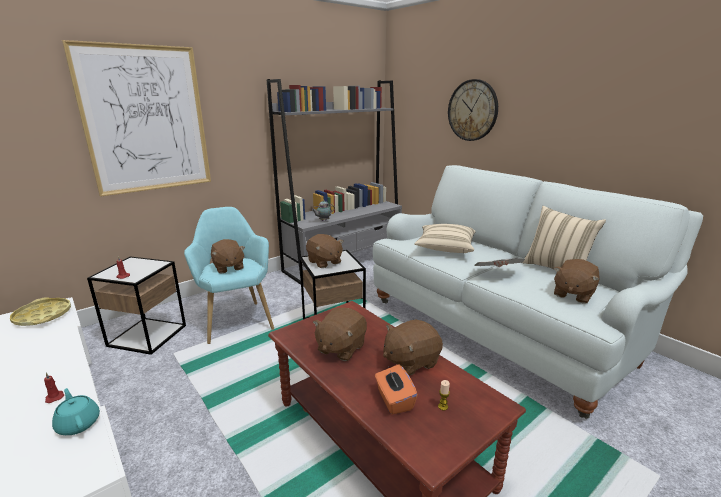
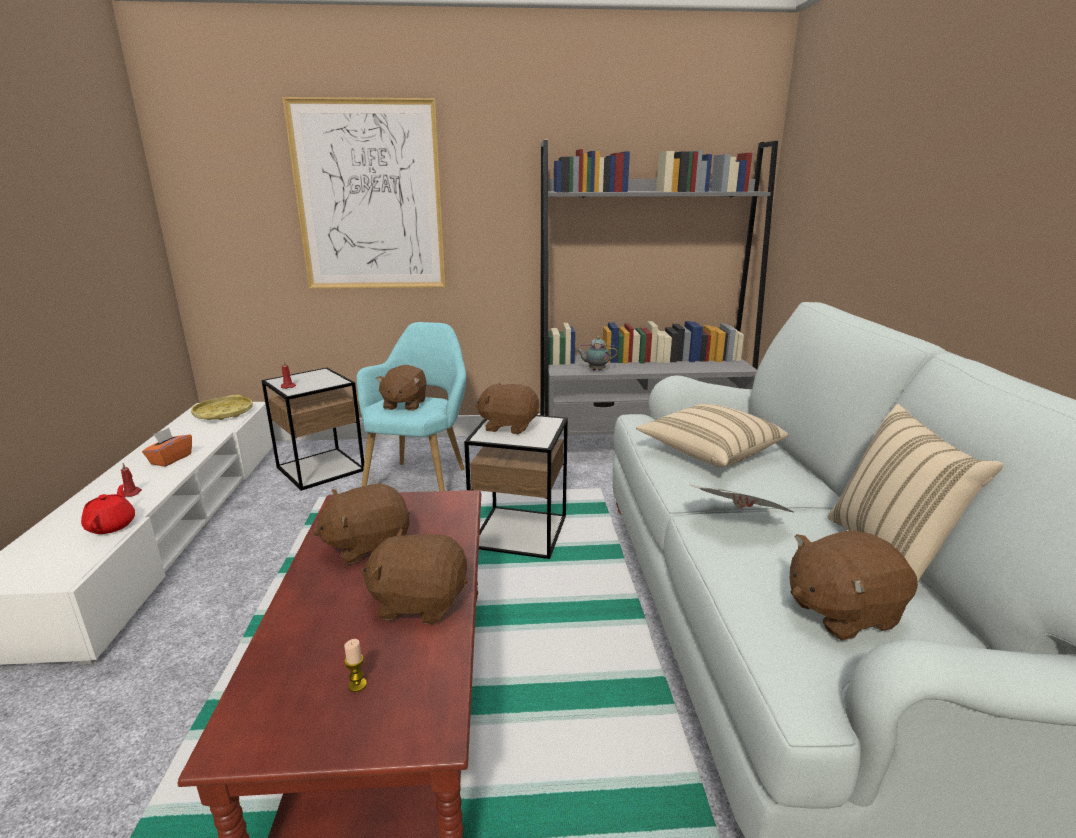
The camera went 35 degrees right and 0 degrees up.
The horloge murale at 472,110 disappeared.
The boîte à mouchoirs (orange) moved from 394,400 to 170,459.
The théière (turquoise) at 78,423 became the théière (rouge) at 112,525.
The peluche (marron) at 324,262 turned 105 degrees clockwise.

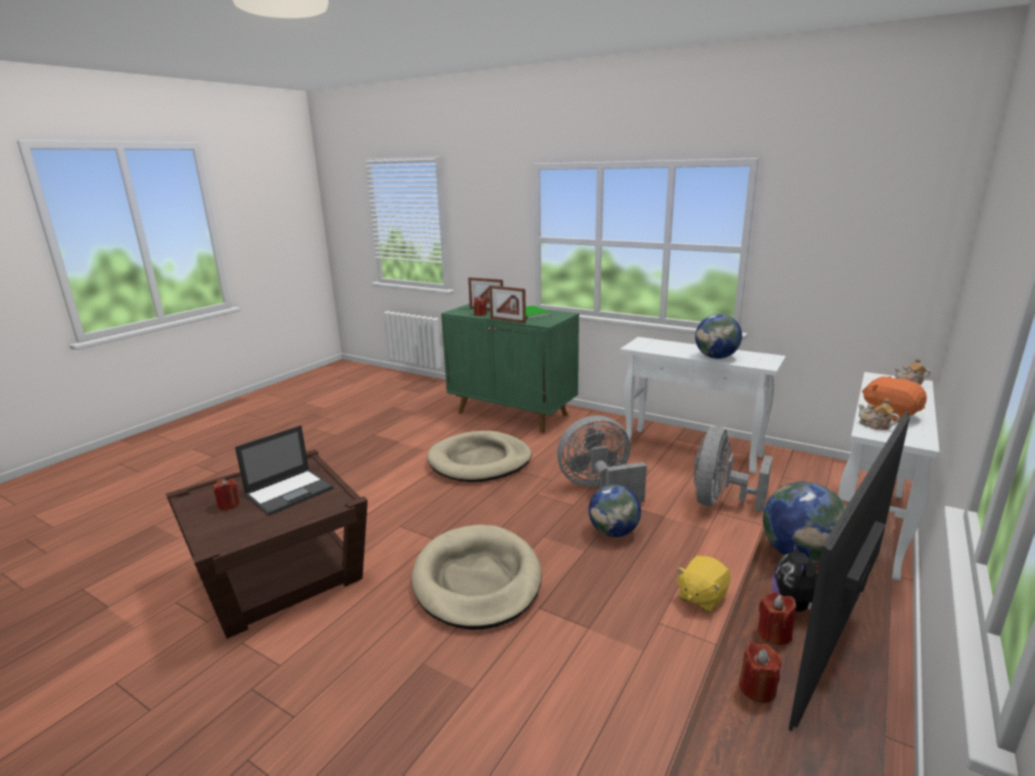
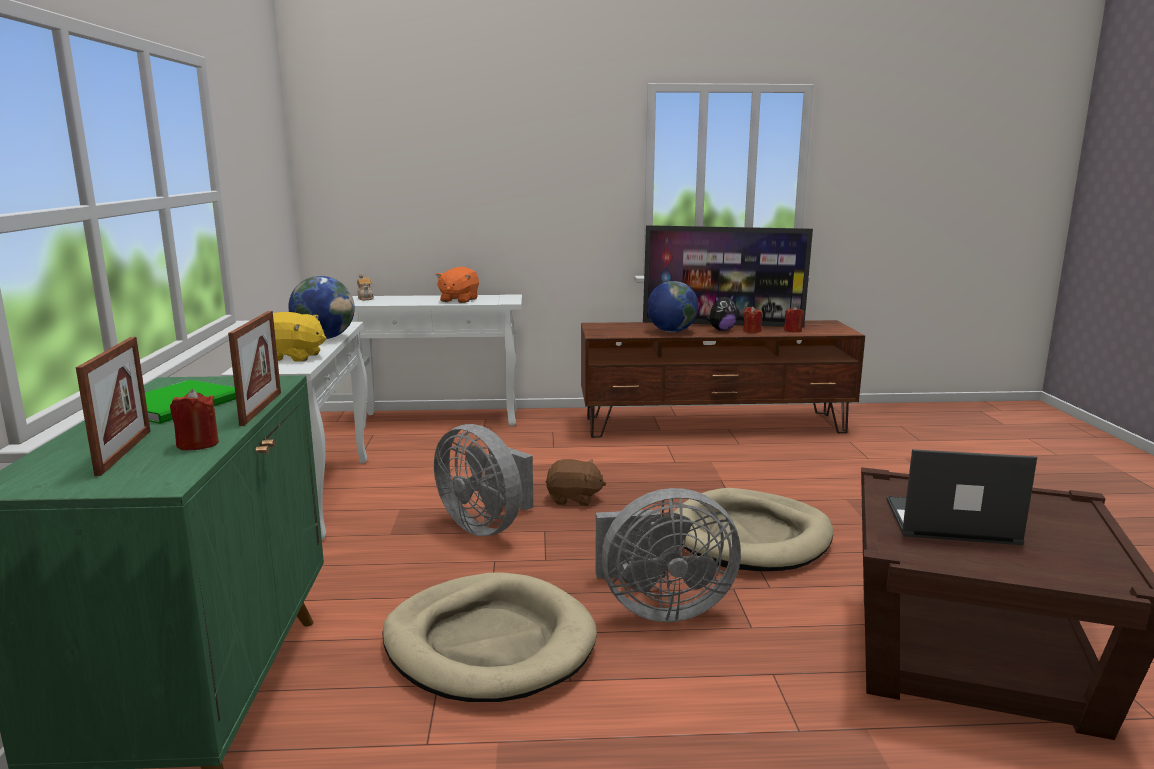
The camera went 125 degrees left and 5 degrees down.
The bougie (rouge) at 228,505 disappeared.
The théière at 874,425 disappeared.
The peluche (jaune) moved from 701,597 to 293,357.
The ventilateur (gris) moved from 719,501 to 660,608.
The globe at 614,532 was replaced by the peluche (marron) at 574,499.

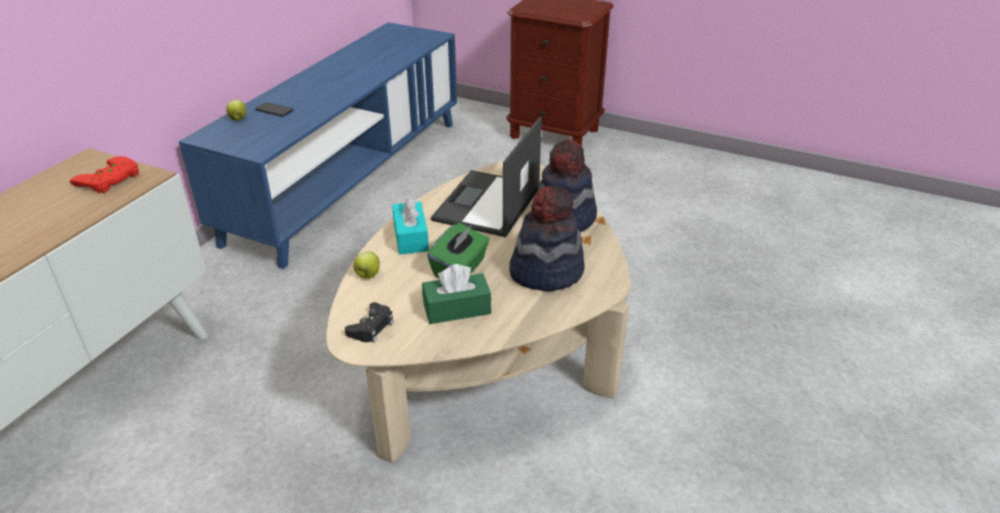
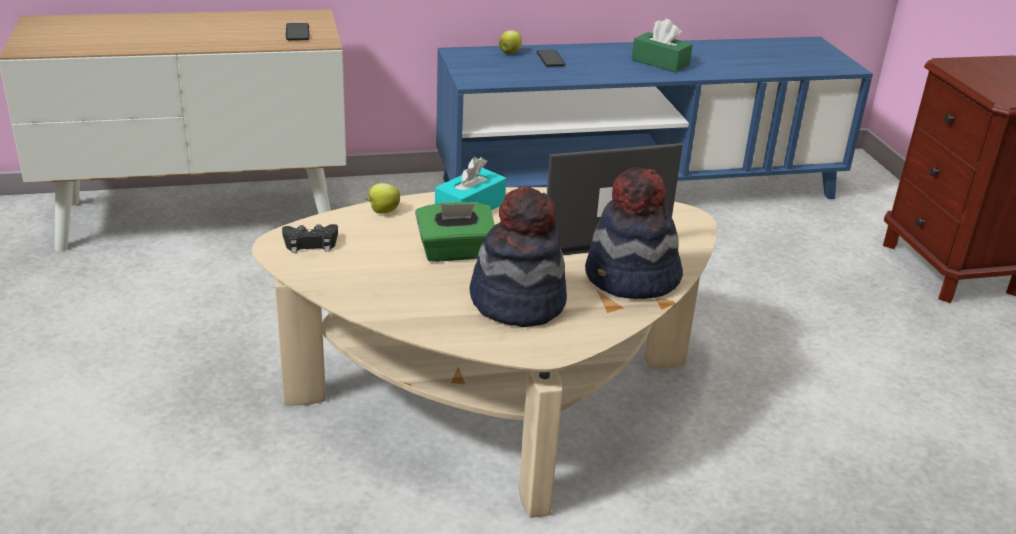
The camera went 50 degrees right and 5 degrees down.
The boîte à mouchoirs (vert) moved from 457,309 to 660,62.
The manette (rouge) at 110,180 was replaced by the téléphone at 297,33.

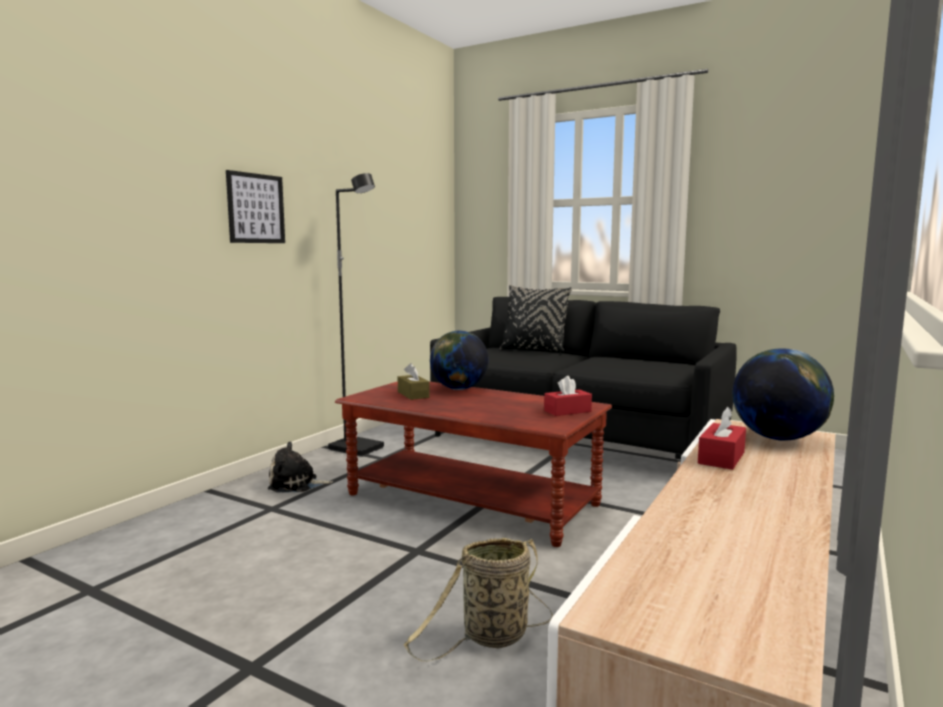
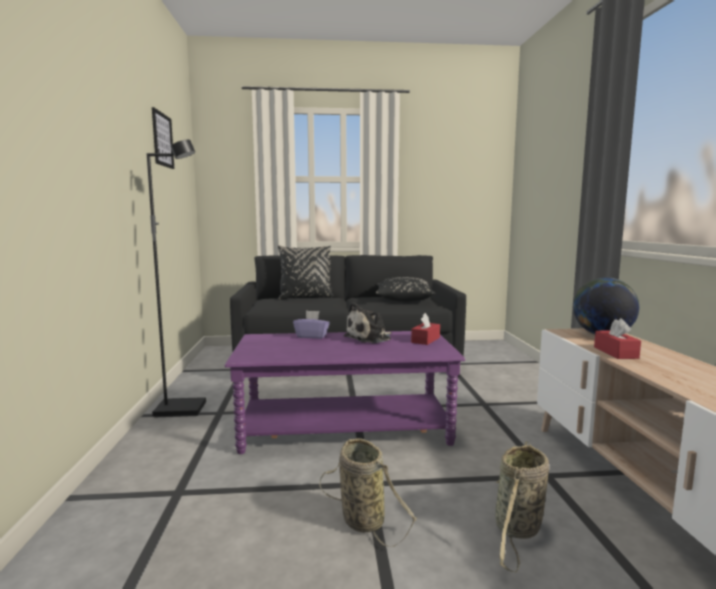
The camera went 35 degrees left and 0 degrees up.
The boîte à mouchoirs (marron) at 413,394 disappeared.
The panier at 360,518 appeared.
The coussin (noir) at 403,299 appeared.
The tableau moved from 256,208 to 162,140.
The peluche moved from 296,484 to 370,338.
The globe at 459,389 was replaced by the boîte à mouchoirs (violet) at 312,336.
The table basse (marron) at 472,500 became the table basse (violet) at 345,428.

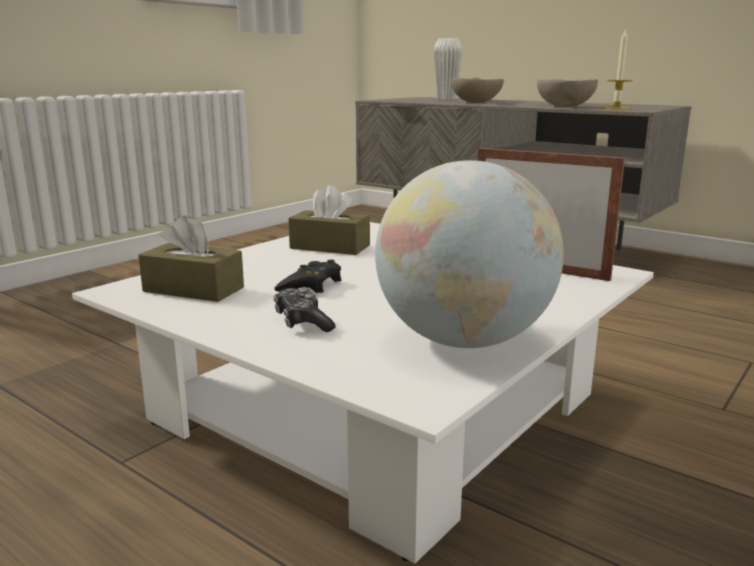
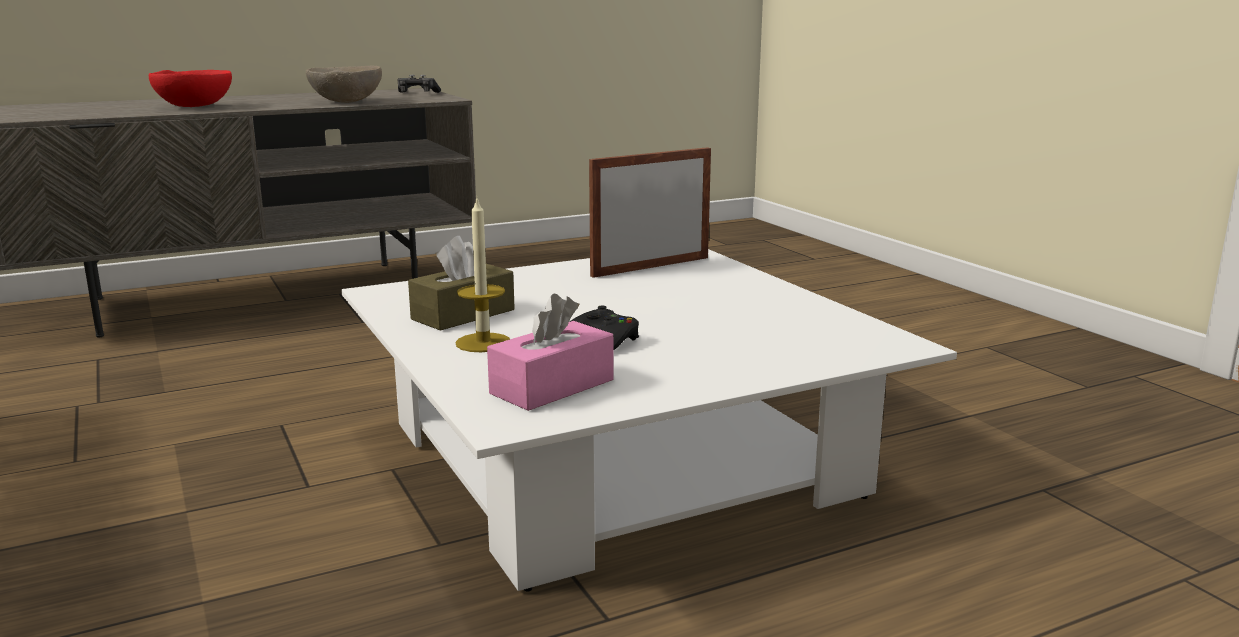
The camera went 65 degrees left and 0 degrees up.
The globe at 463,340 disappeared.
The vase (blanc) at 446,99 disappeared.
The manette moved from 302,322 to 417,93.
The bougie moved from 616,108 to 483,343.
The boîte à mouchoirs (marron) at 193,289 became the boîte à mouchoirs (rose) at 552,387.
The bol (beige) at 476,102 became the bol (rouge) at 195,106.

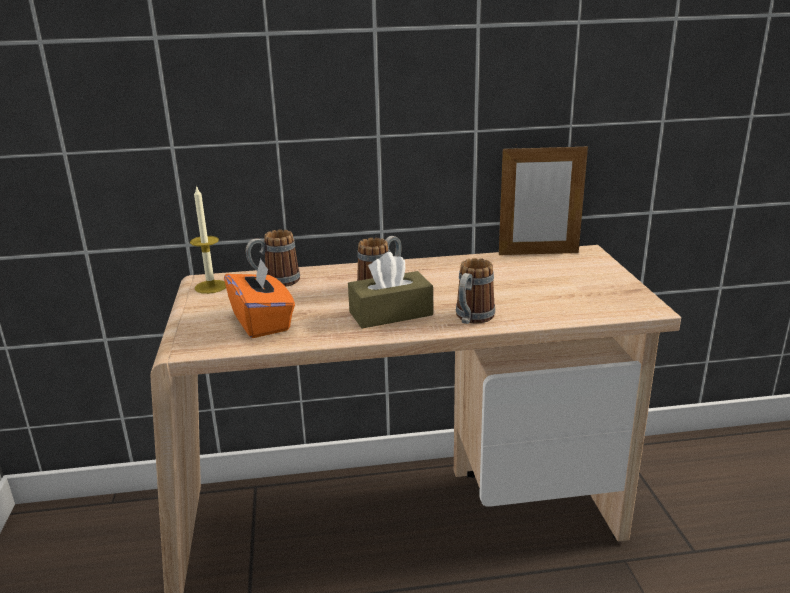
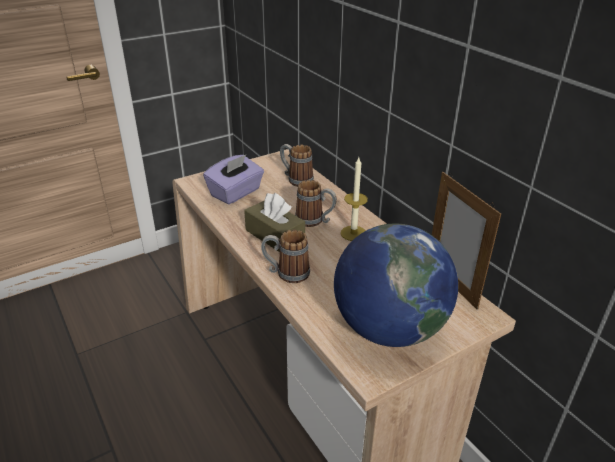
The camera went 65 degrees right and 10 degrees up.
The globe at 389,328 appeared.
The bougie moved from 211,287 to 353,233.
The boîte à mouchoirs (orange) at 262,322 became the boîte à mouchoirs (violet) at 236,193.

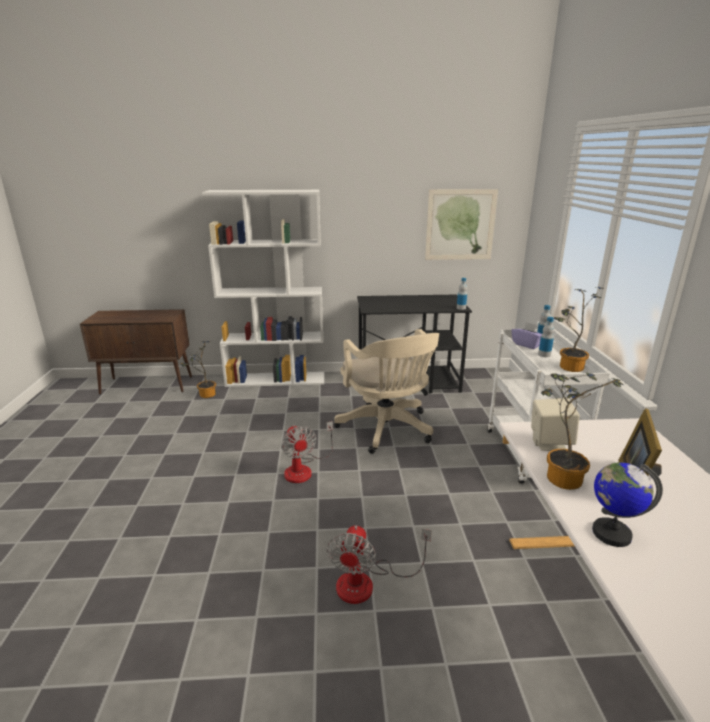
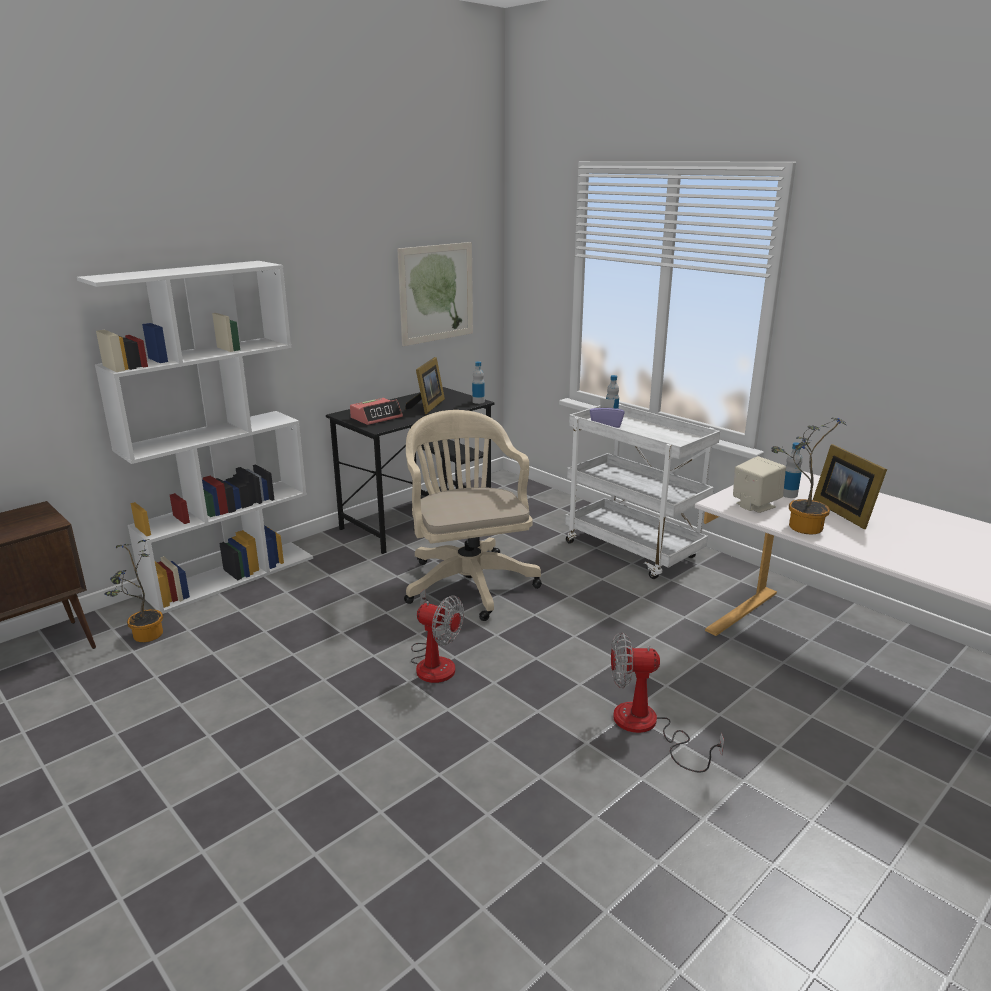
The camera went 40 degrees left and 0 degrees up.
The plante en pot at 568,368 disappeared.
The globe at 611,533 disappeared.
The réveil at 376,417 appeared.
The cadre photo at 427,406 appeared.
The bouteille moved from 544,355 to 788,494.
The ventilateur at 367,583 turned 120 degrees clockwise.
The chaise de bureau (beige) at 387,430 turned 135 degrees counterclockwise.

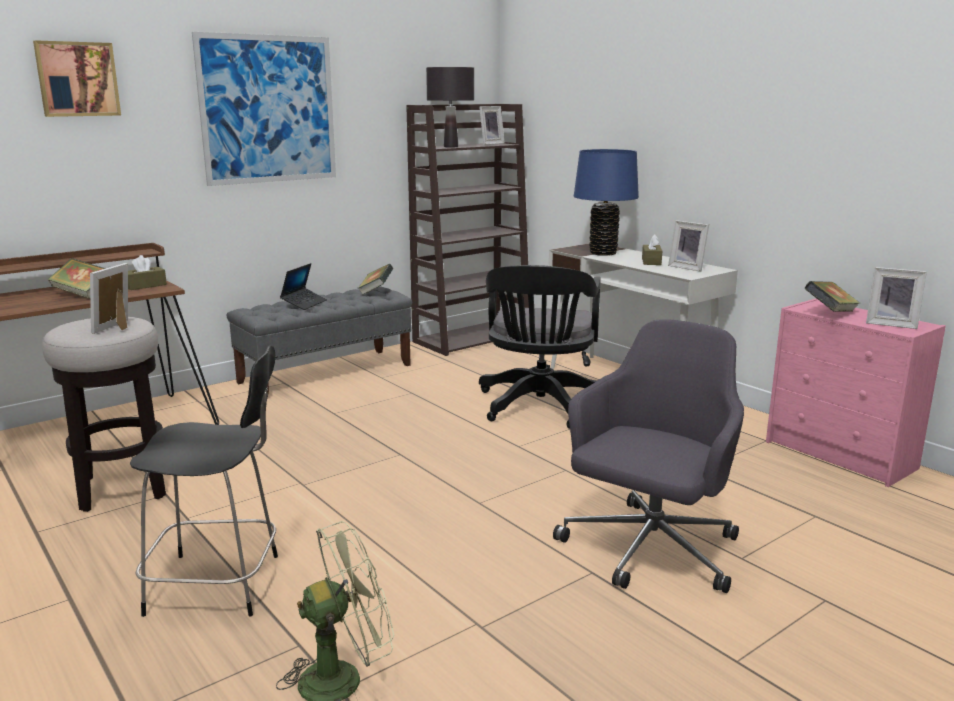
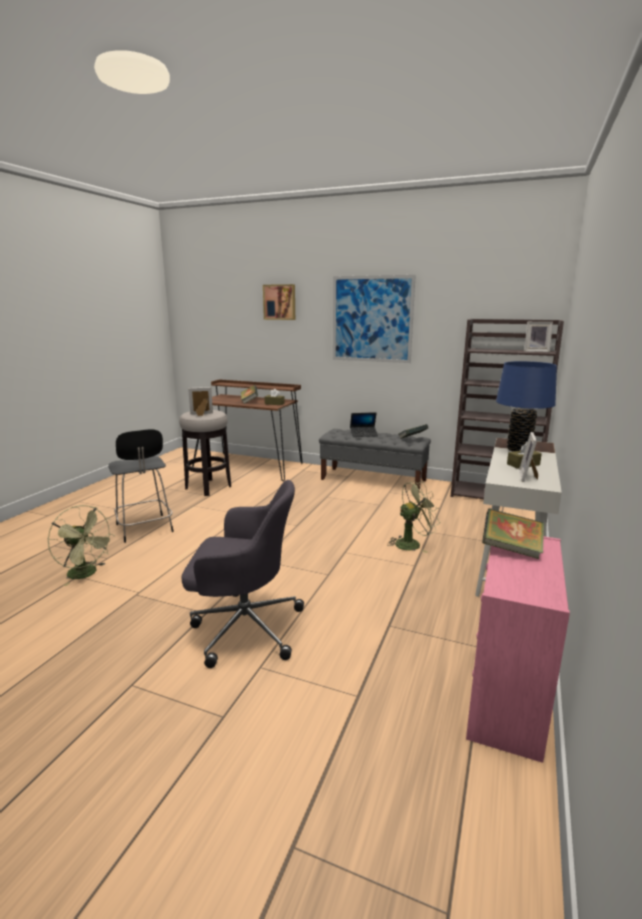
The camera went 60 degrees right and 0 degrees up.
The lampe de table (noir) at 451,147 disappeared.
The cadre photo at 891,324 disappeared.
The chaise de bureau (noir) at 539,407 was replaced by the ventilateur (vert) at 412,543.

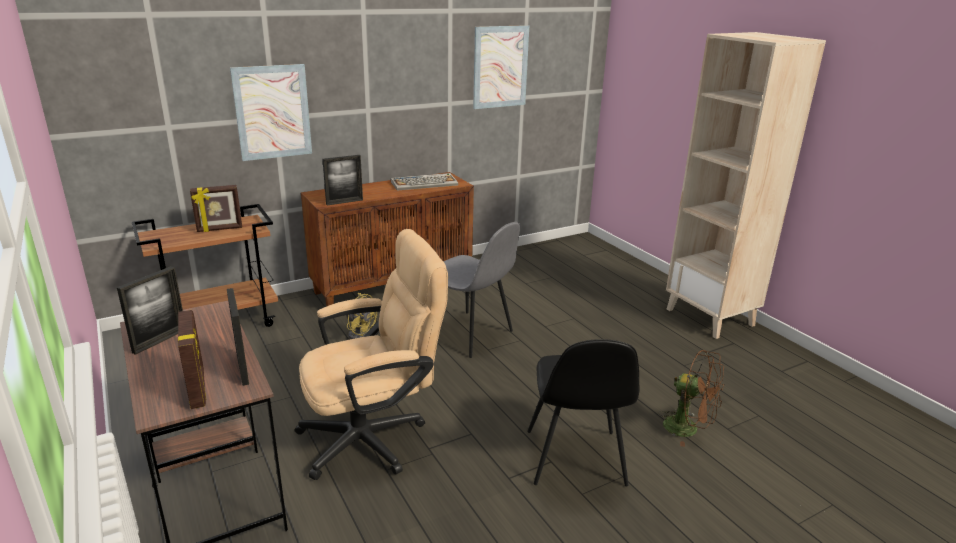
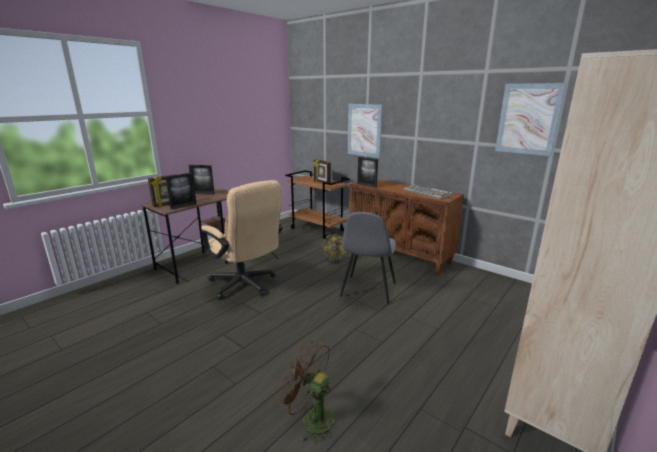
The camera went 70 degrees right and 5 degrees down.
The chaise (noir) at 575,459 disappeared.
The ventilateur (marron) at 688,429 turned 105 degrees clockwise.

